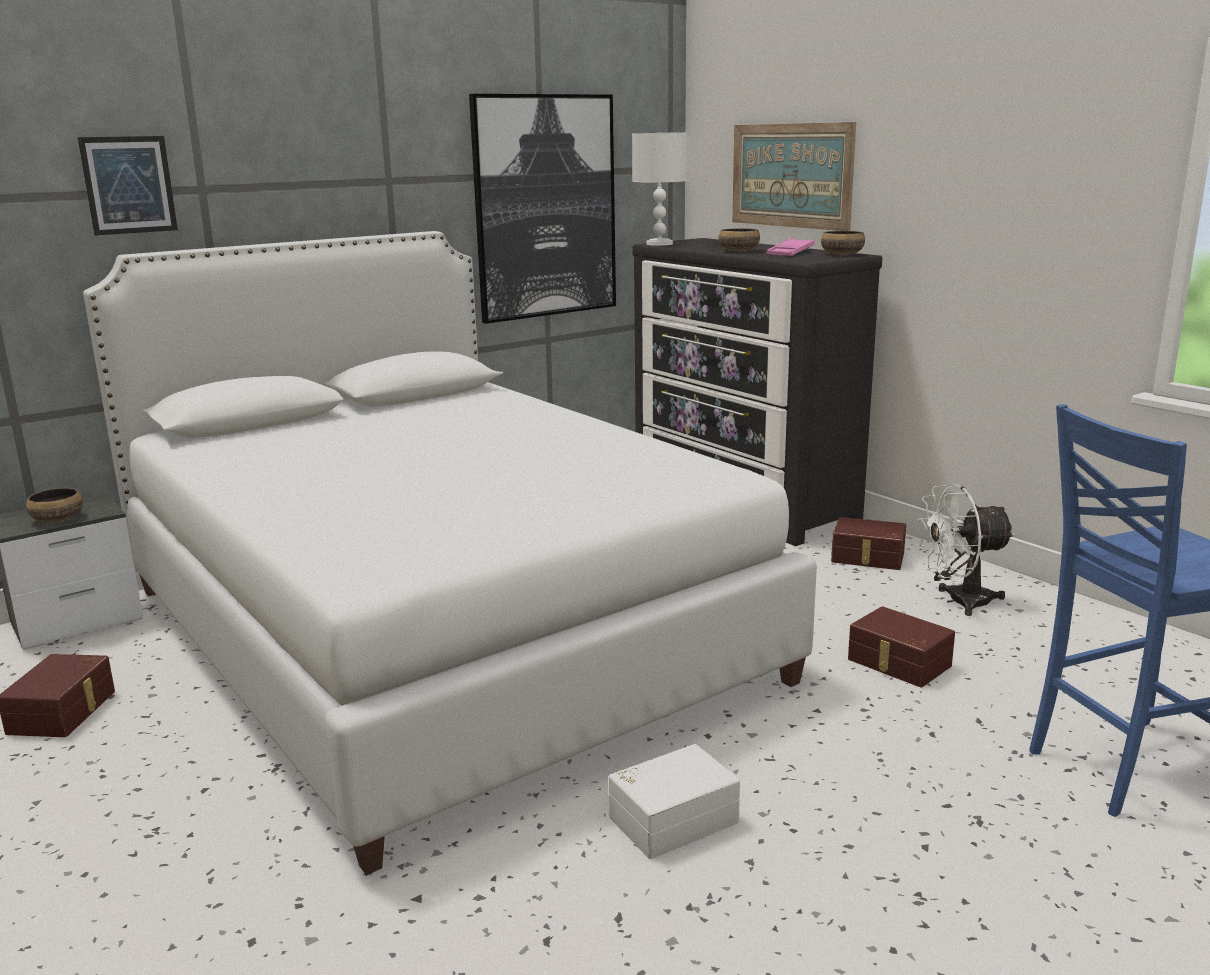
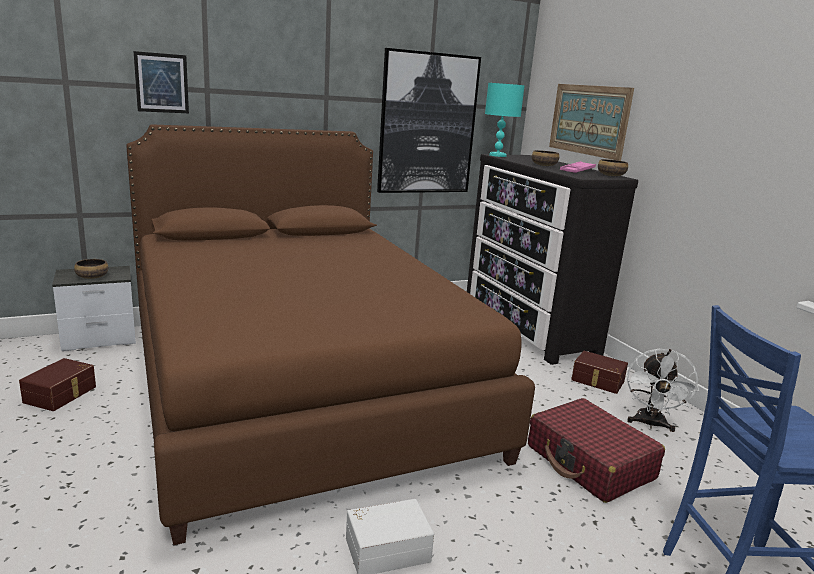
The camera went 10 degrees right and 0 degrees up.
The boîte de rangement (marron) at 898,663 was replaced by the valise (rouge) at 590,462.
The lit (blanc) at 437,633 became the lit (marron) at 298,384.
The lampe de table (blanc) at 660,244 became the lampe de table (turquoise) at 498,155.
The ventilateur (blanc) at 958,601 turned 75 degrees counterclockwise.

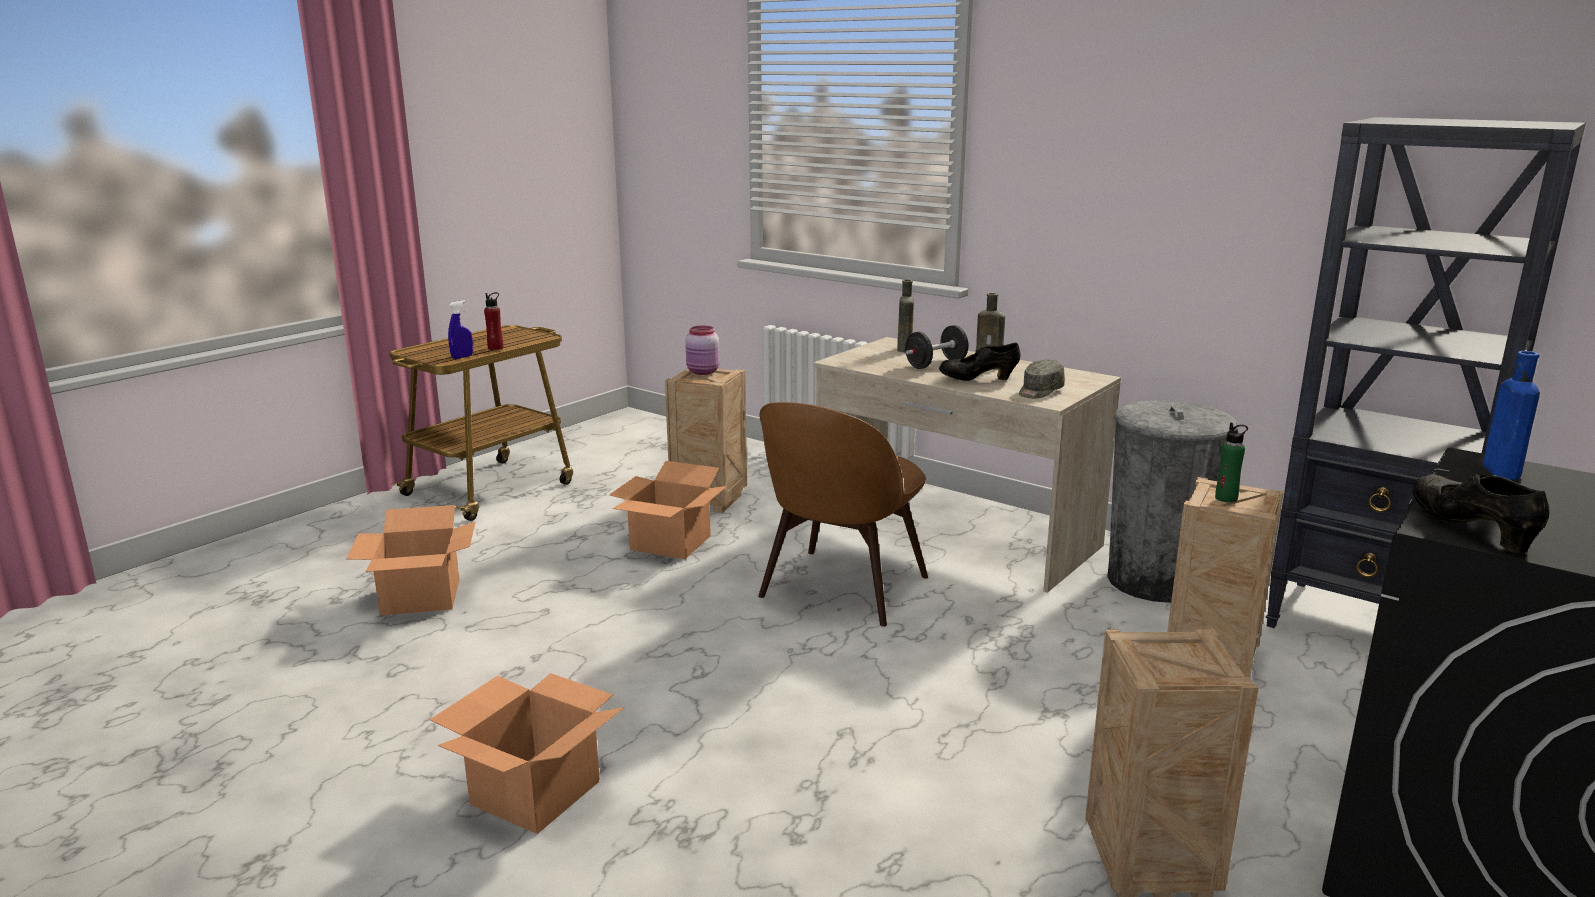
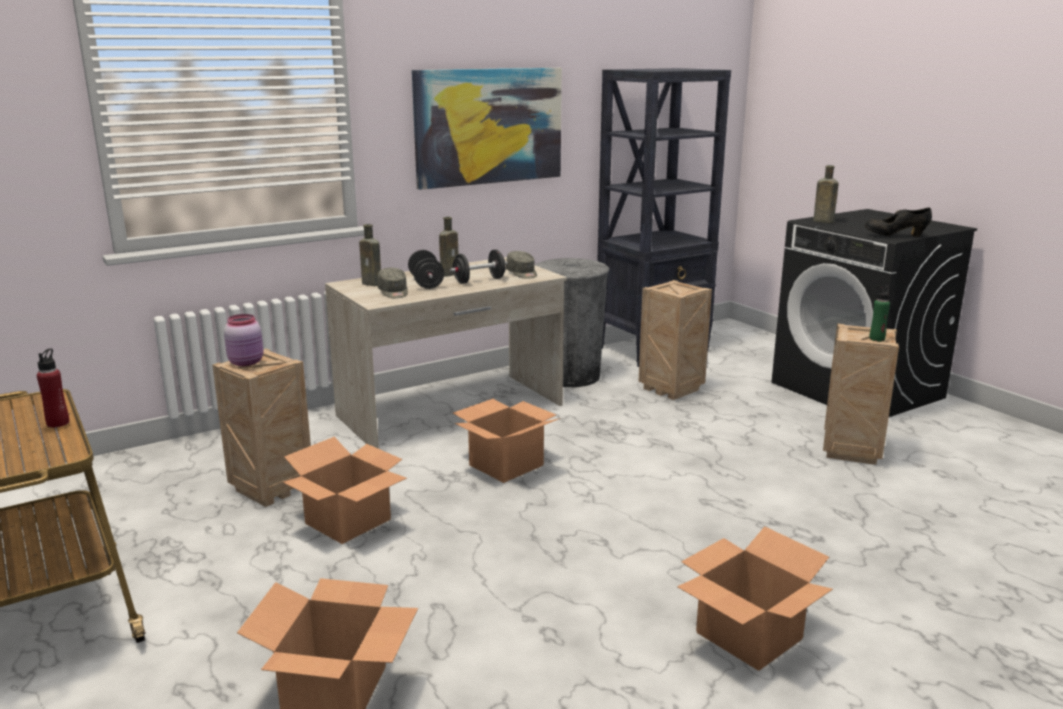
The camera went 70 degrees left and 0 degrees up.
The vaporisateur (bleu) at 462,357 disappeared.
The casquette (gris) at 393,292 appeared.
The tableau at 489,126 appeared.
The bouteille (vert) moved from 1226,498 to 877,339.
The chaise (marron) at 841,590 was replaced by the carton at 506,465.
The chaussure (noir) at 978,380 was replaced by the haltère (noir) at 479,280.
The bouteille (bleu) at 1499,470 became the bouteille (marron) at 821,221.

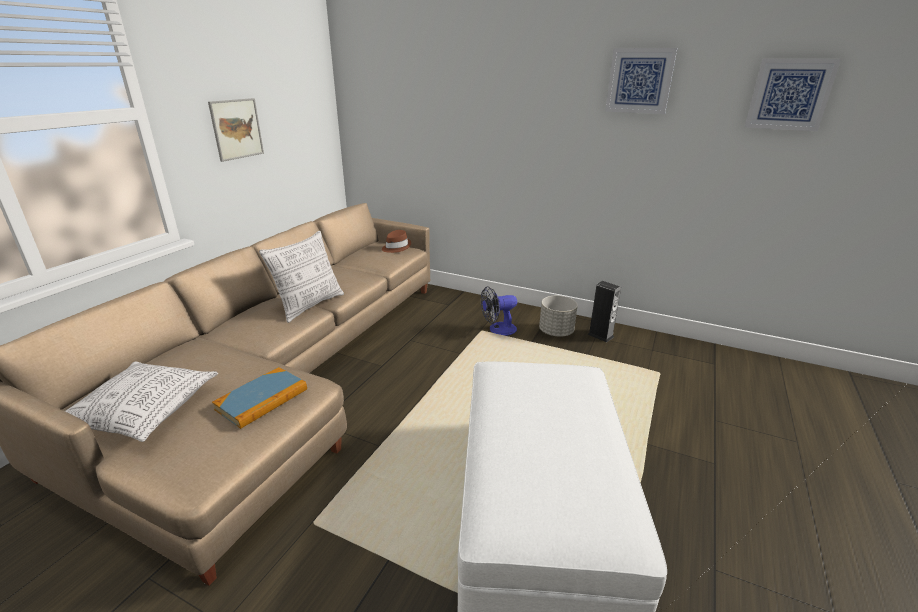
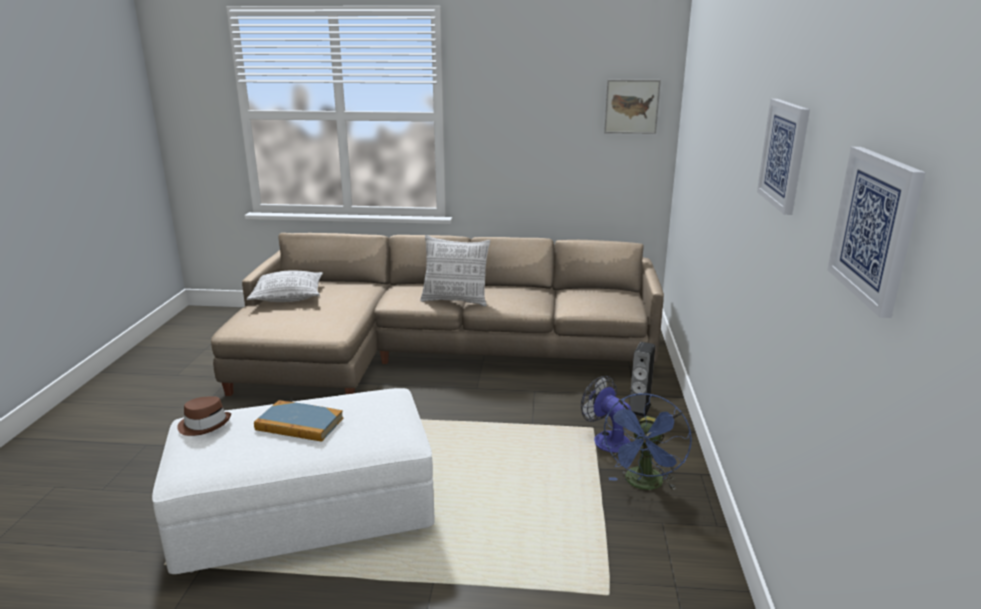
The camera went 70 degrees right and 5 degrees down.
The tableau moved from 236,129 to 631,106.
The livre moved from 262,399 to 299,424.
The chapeau (marron) moved from 396,247 to 204,424.
The enceinte moved from 600,335 to 639,409.
The cache-pot (gris) at 556,332 was replaced by the ventilateur (bleu) at 644,485.

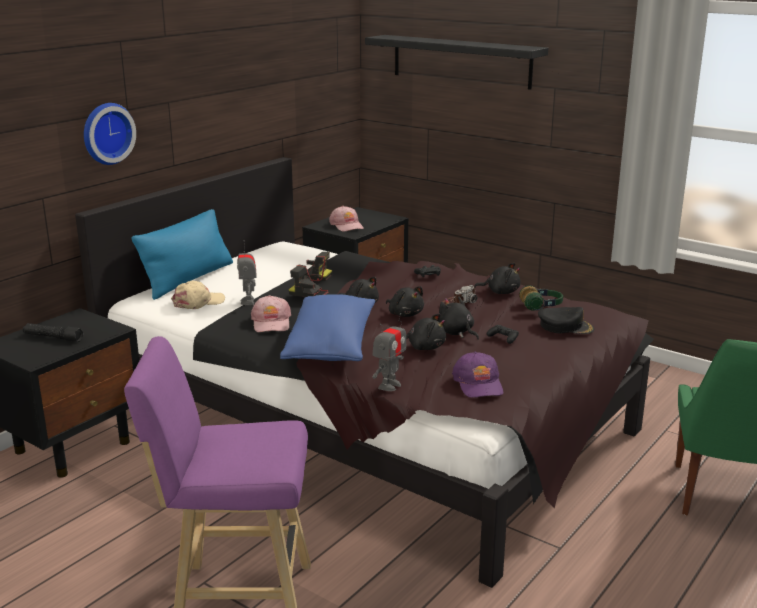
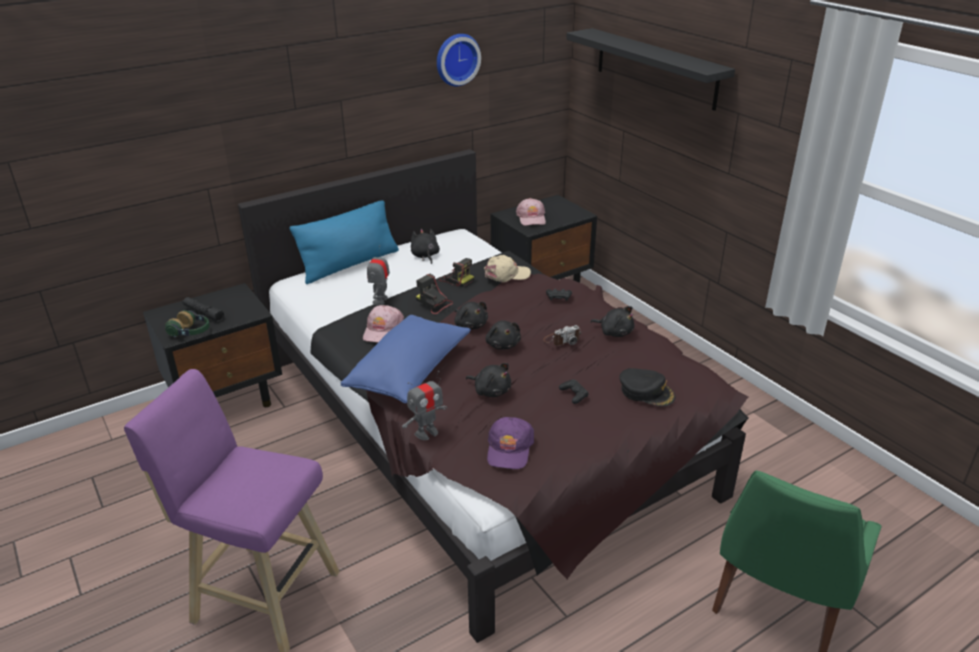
The camera went 20 degrees right and 10 degrees up.
The horloge murale moved from 106,133 to 456,59.
The casquette (beige) moved from 198,302 to 507,274.
The peluche (noir) moved from 456,333 to 425,256.
The casque audio moved from 541,307 to 191,332.

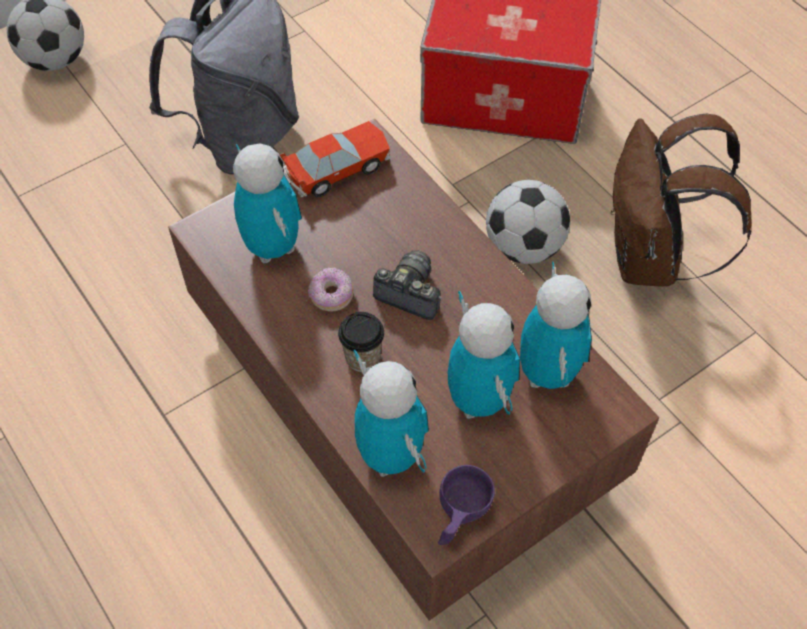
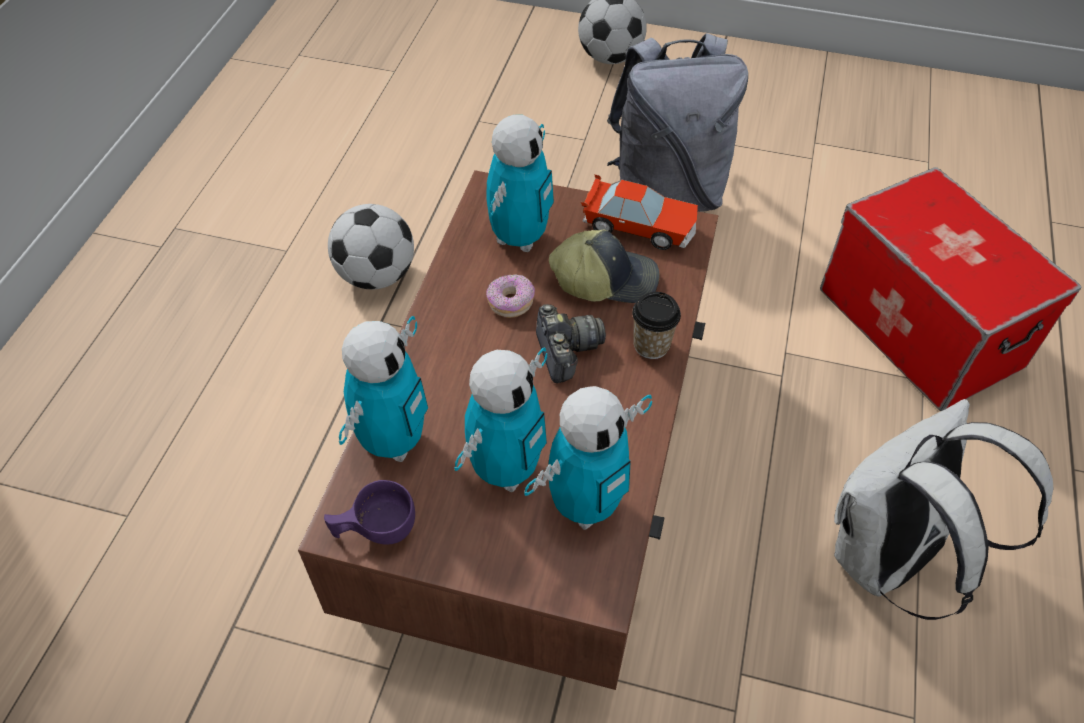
The camera went 50 degrees right and 5 degrees down.
The casquette at 605,279 appeared.
The tasse moved from 362,357 to 651,345.
The ballon de foot moved from 523,247 to 376,276.
The sac à dos (marron) at 649,259 became the sac à dos (blanc) at 887,560.

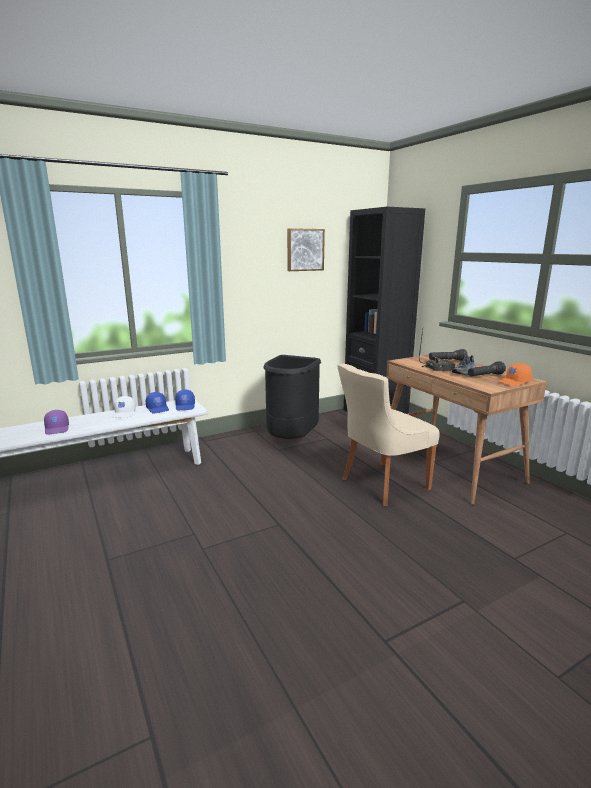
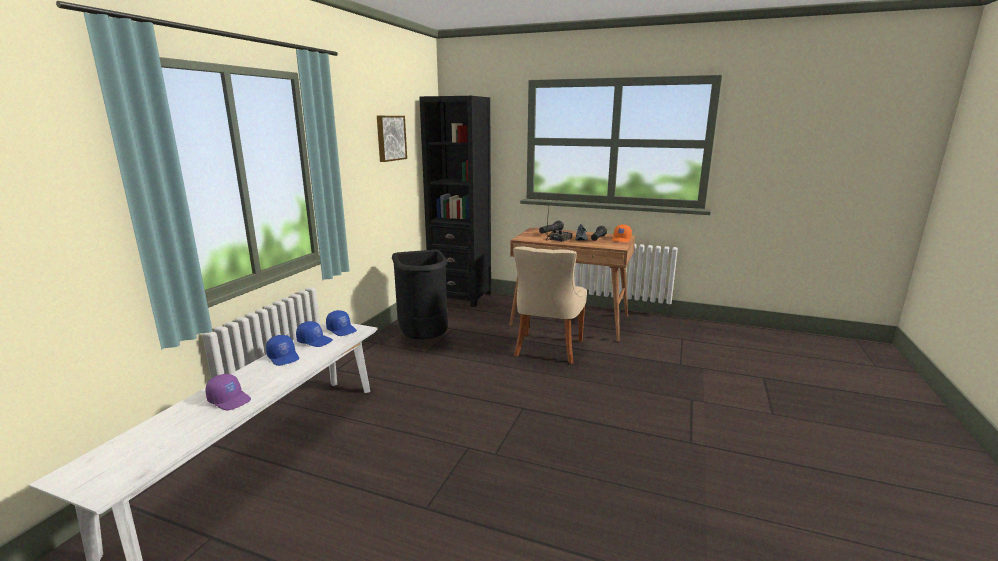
The camera went 40 degrees left and 0 degrees up.
The casquette (blanc) at 124,413 became the casquette (bleu) at 284,357.

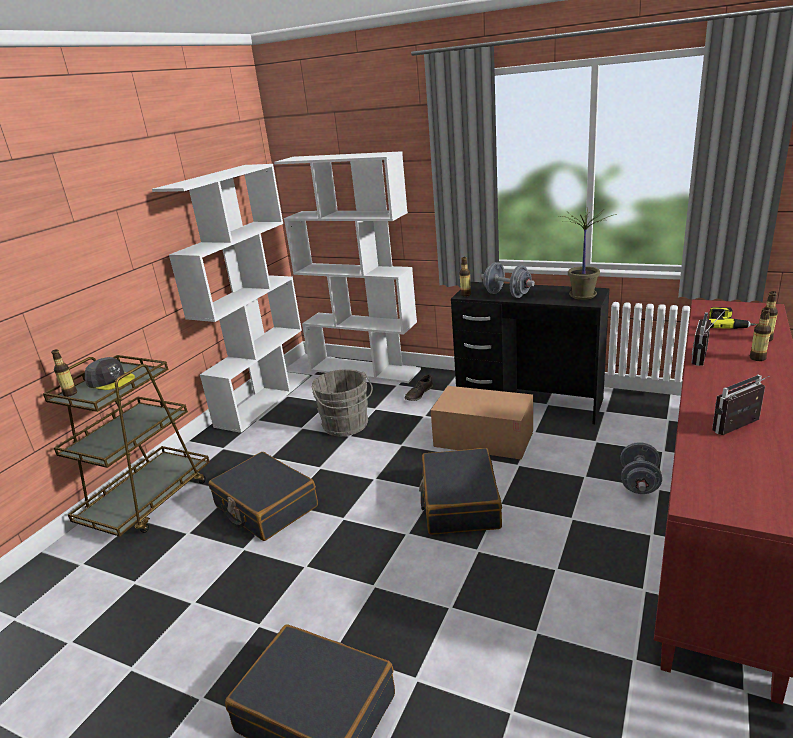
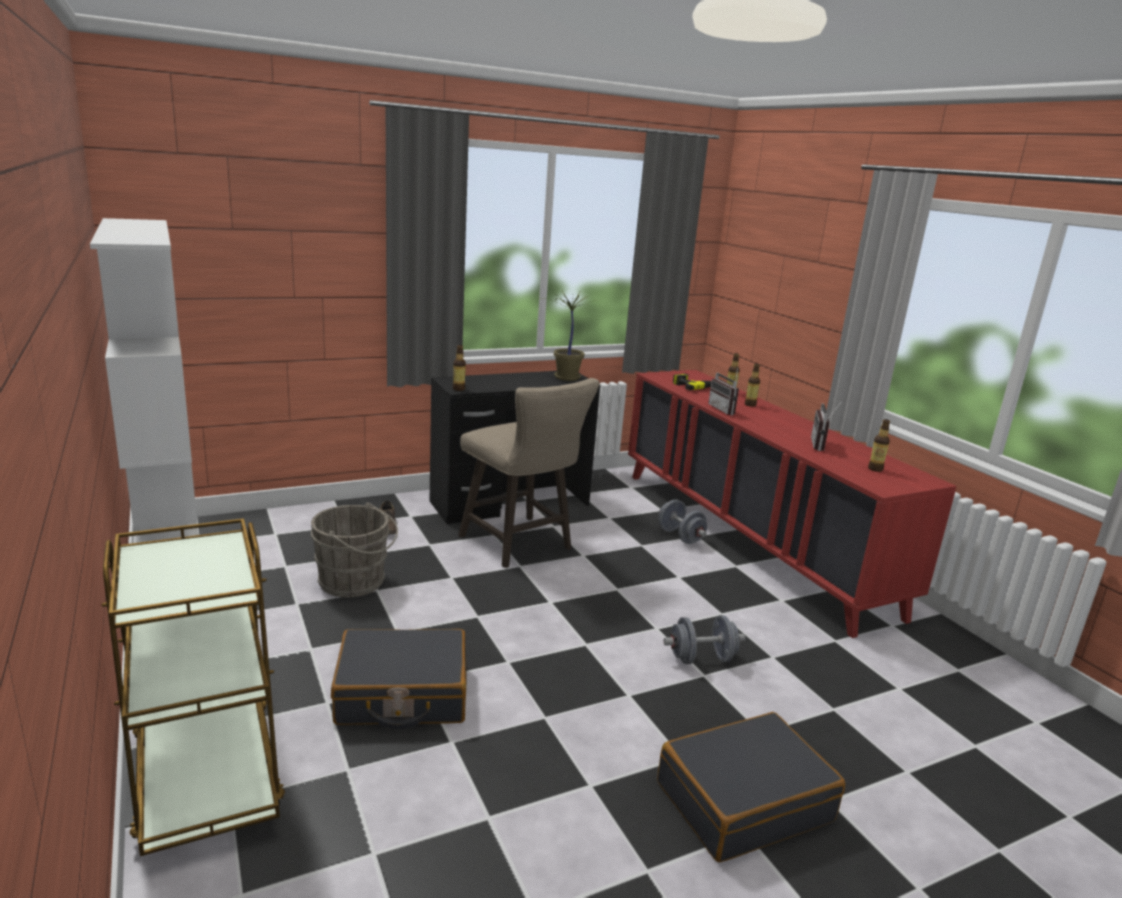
The camera went 55 degrees left and 5 degrees down.
The casquette (gris) at 110,380 disappeared.
The bibliothèque (blanc) at 365,369 disappeared.
The valise (noir) at 459,502 disappeared.
The bouteille moved from 70,393 to 875,469.
The haltère (gris) moved from 507,294 to 701,658.
The carton at 483,439 was replaced by the tabouret (beige) at 521,545.

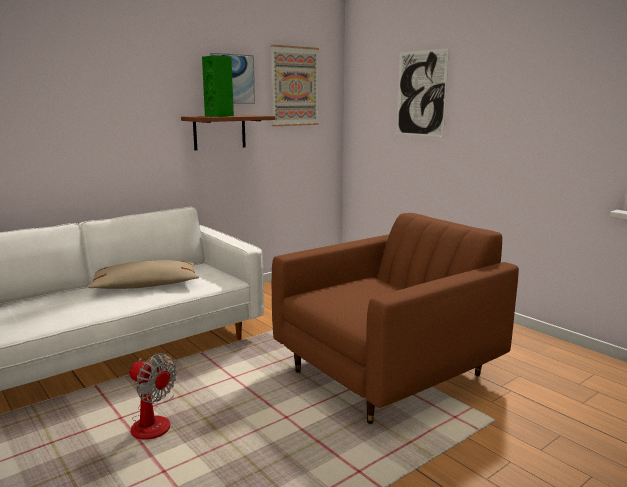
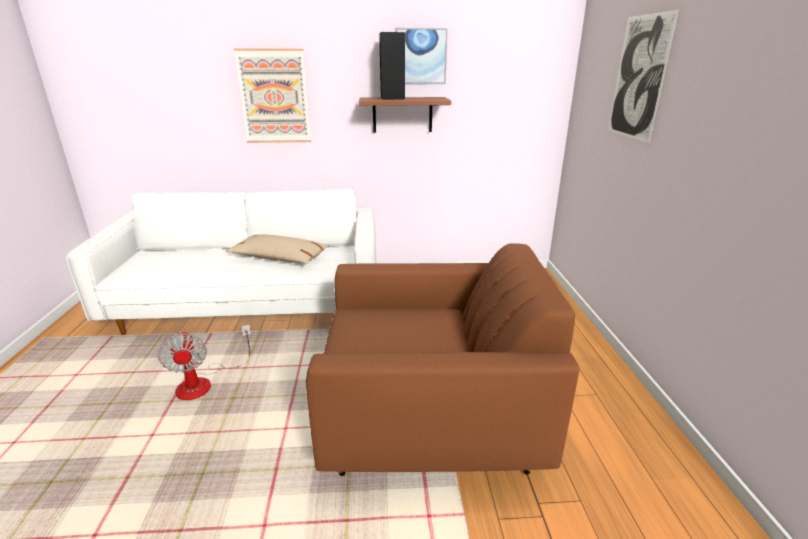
The camera went 35 degrees right and 10 degrees up.
The tableau moved from 294,86 to 274,97.
The enceinte (vert) at 220,116 became the enceinte (noir) at 392,98.

